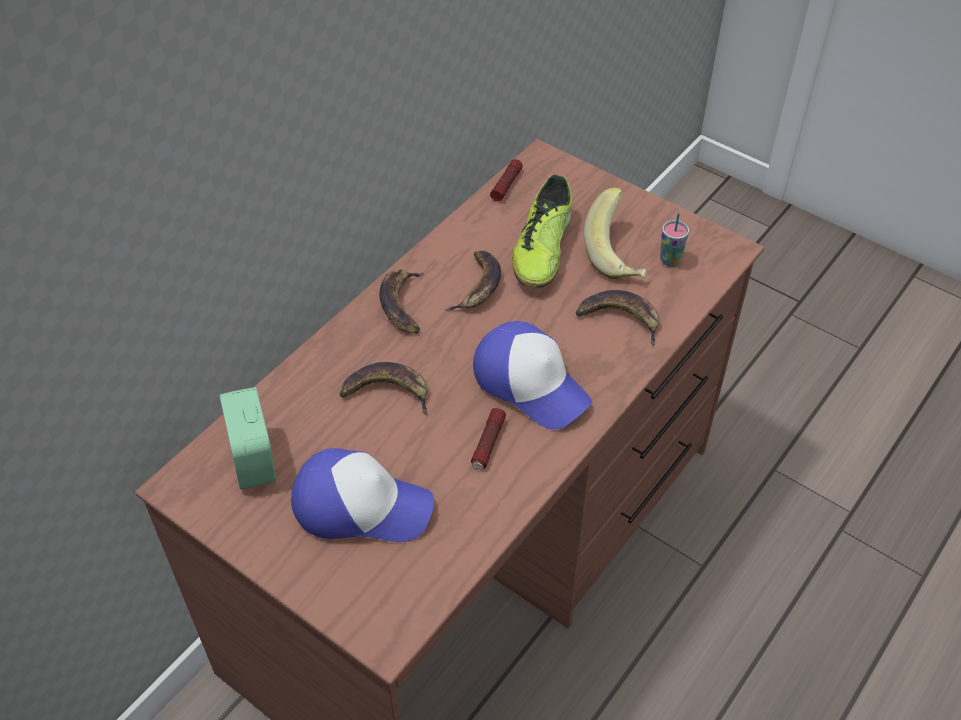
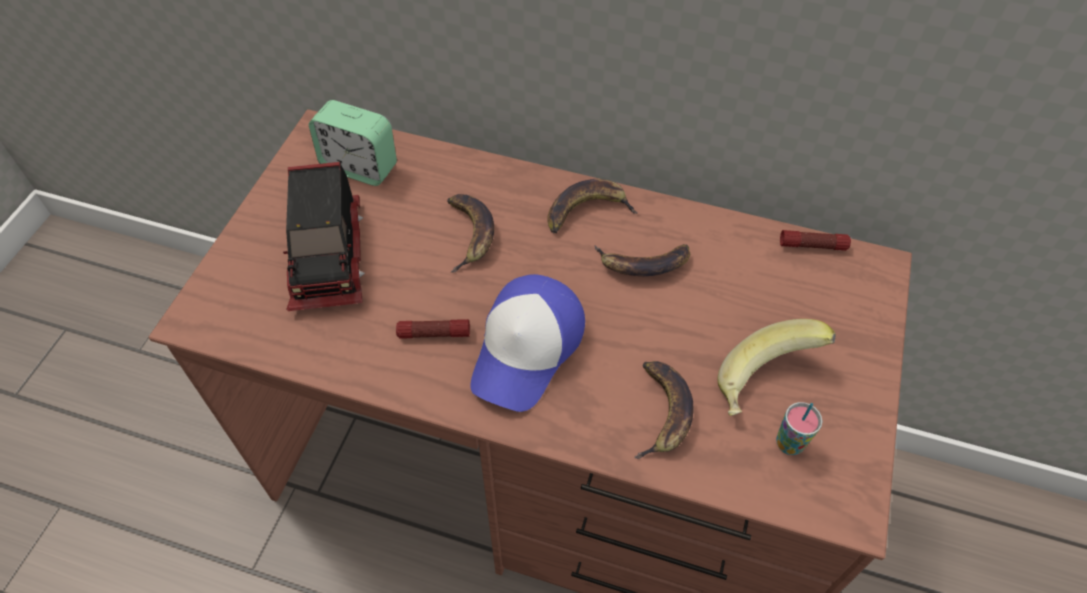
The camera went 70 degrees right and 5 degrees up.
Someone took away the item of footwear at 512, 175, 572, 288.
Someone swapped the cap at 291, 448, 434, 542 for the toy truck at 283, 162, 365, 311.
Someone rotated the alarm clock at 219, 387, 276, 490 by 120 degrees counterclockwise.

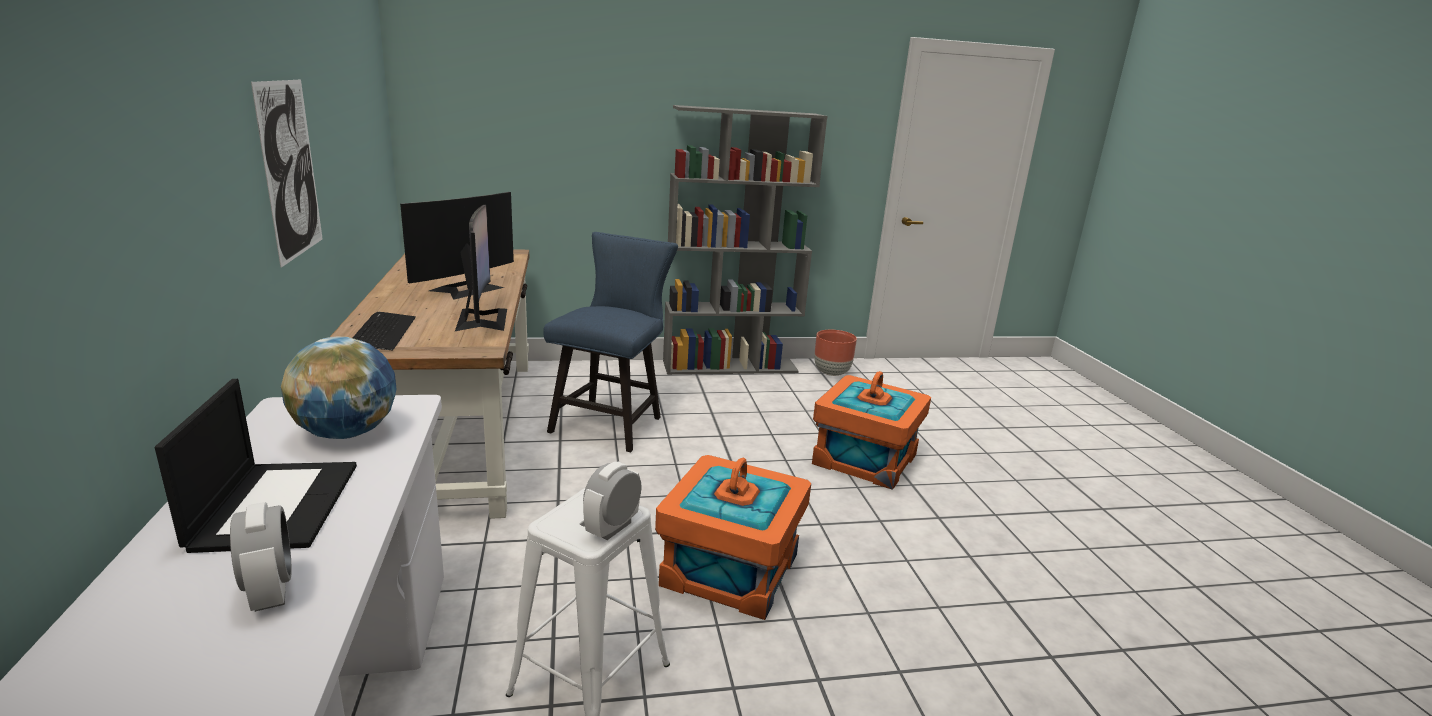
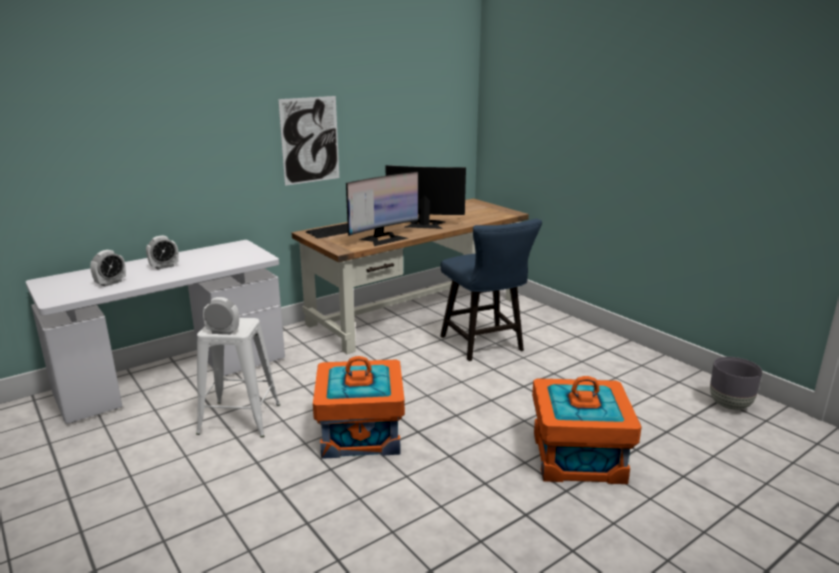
The camera went 65 degrees right and 0 degrees up.
Someone took away the world globe at 281, 336, 396, 439.
Someone took away the bookcase (gray) at 663, 105, 828, 375.
Someone swapped the notebook computer at 155, 379, 357, 553 for the alarm clock at 146, 235, 179, 270.
Someone repainted the planter (brownish) at 814, 330, 857, 376, which became the planter (gray) at 710, 357, 762, 410.
Someone rotated the upright chair (blue) at 543, 232, 678, 452 by 75 degrees clockwise.

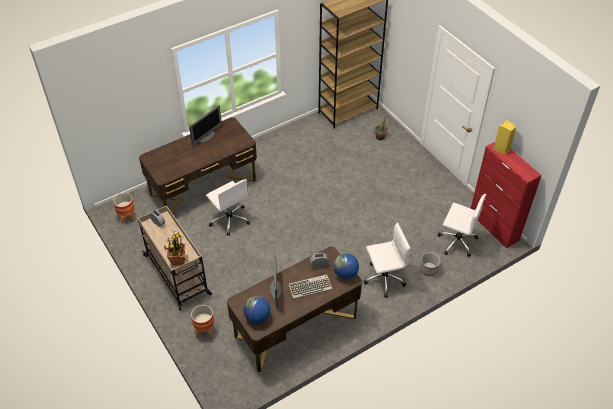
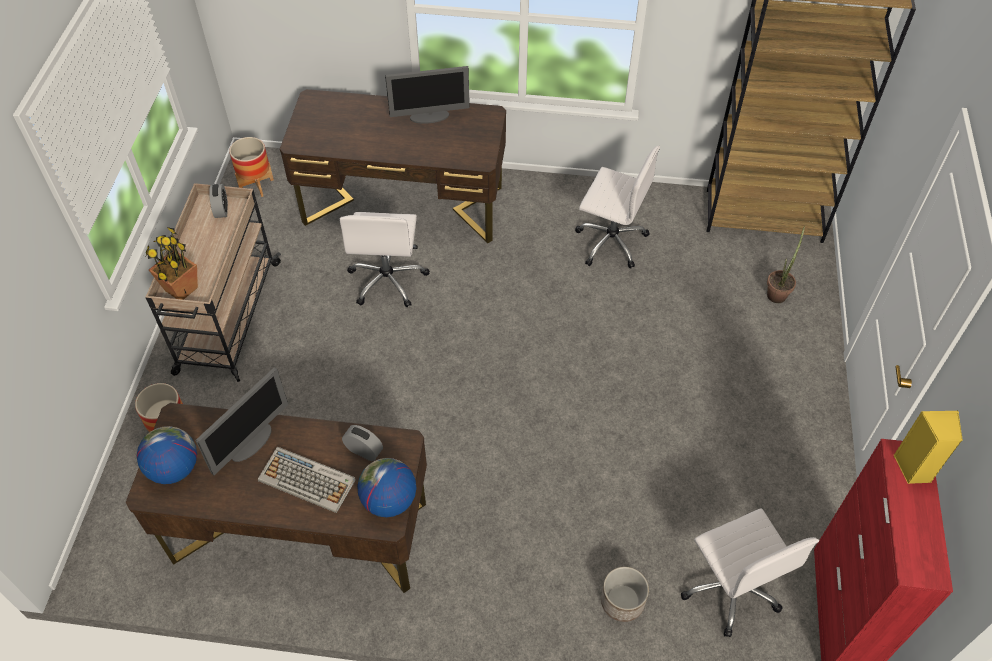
The camera went 40 degrees right and 5 degrees up.
Someone carried the office chair (whitish) from 364, 222, 410, 297 to 575, 146, 660, 269.

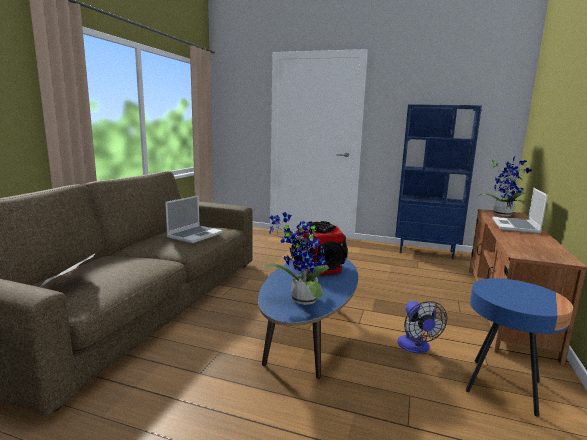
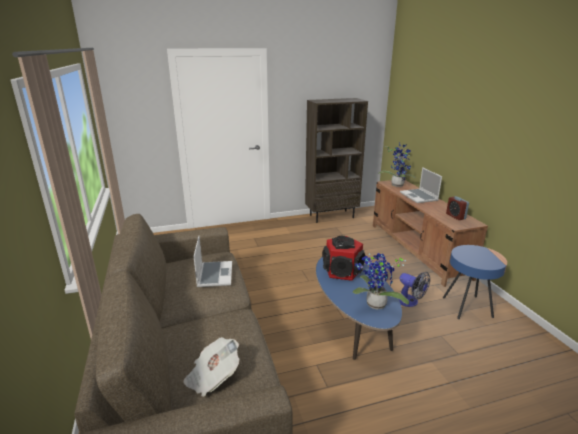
The camera went 35 degrees left and 10 degrees up.
Someone put down the alarm clock at 446, 196, 469, 220.
Someone repainted the bookcase (blue) at 395, 104, 482, 259, which became the bookcase (brownish) at 305, 98, 368, 223.

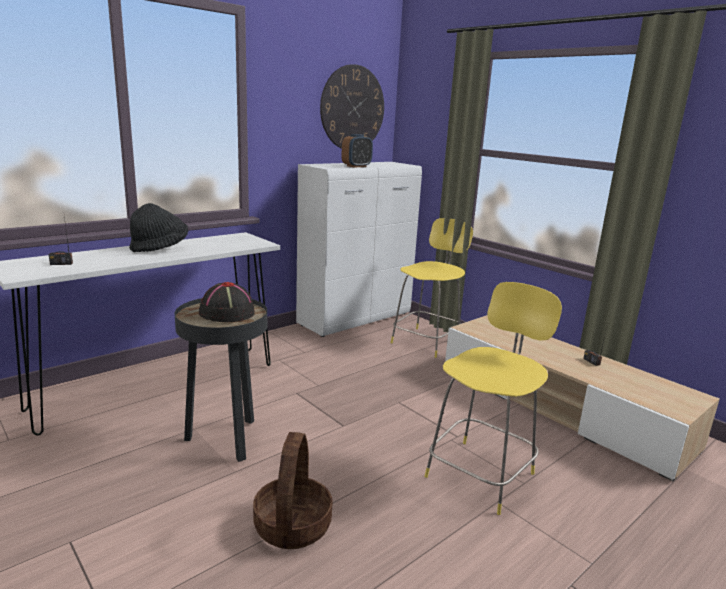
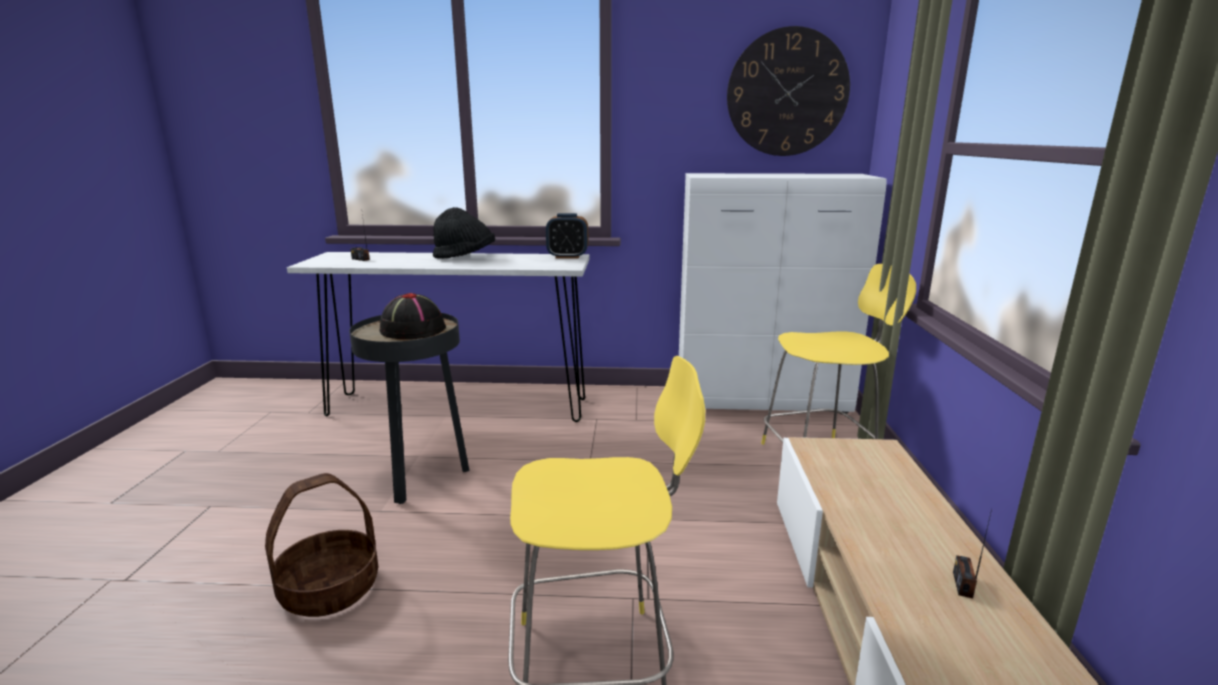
The camera went 45 degrees right and 0 degrees up.
Someone carried the alarm clock from 341, 134, 373, 167 to 546, 213, 588, 259.

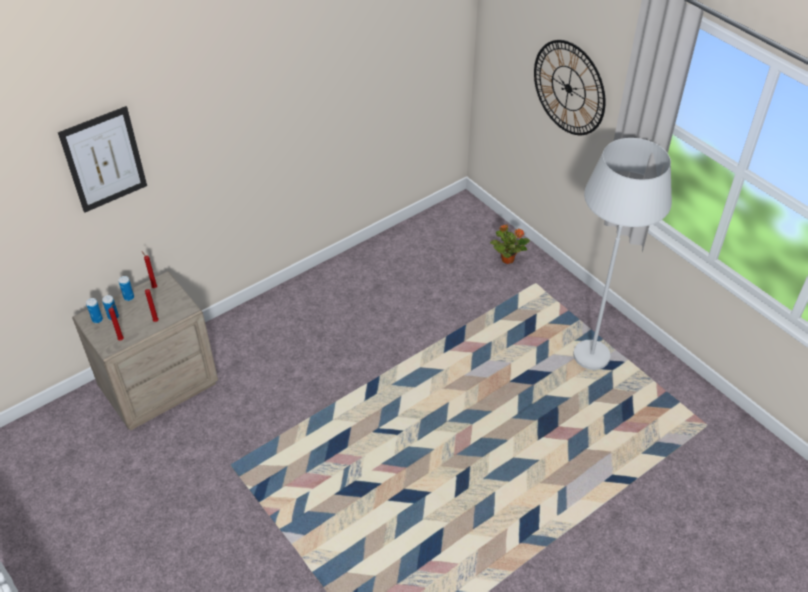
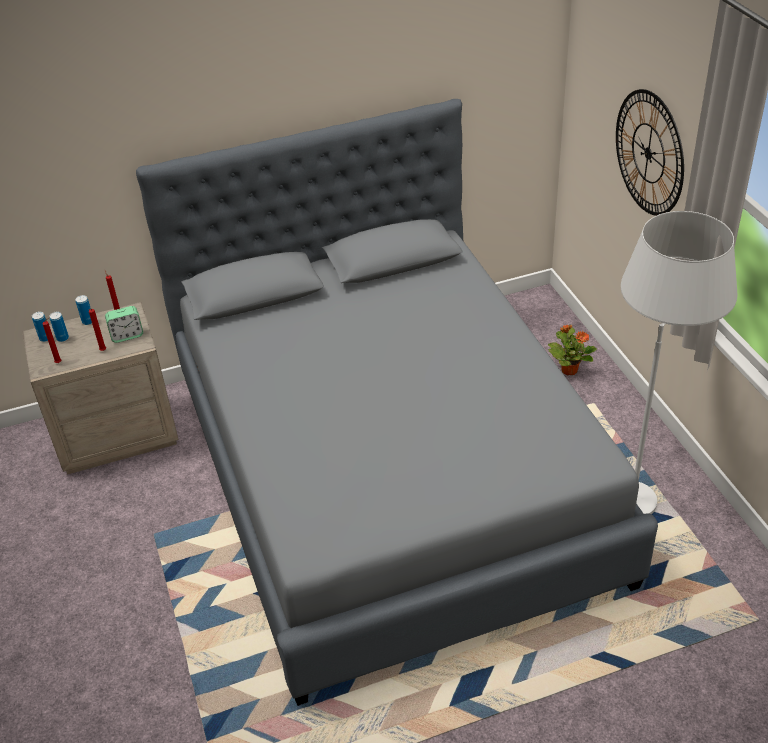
The camera went 20 degrees right and 5 degrees down.
Someone took away the wall picture at 58, 106, 147, 213.
Someone put down the alarm clock at 105, 306, 143, 343.
Someone put down the sleeping bed (gray) at 136, 99, 658, 706.

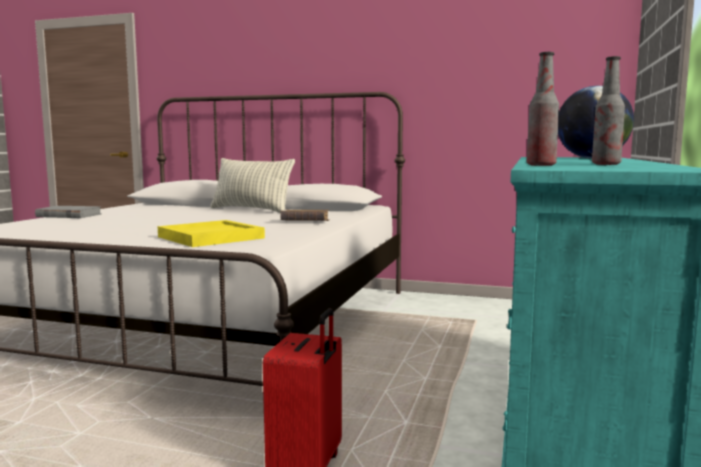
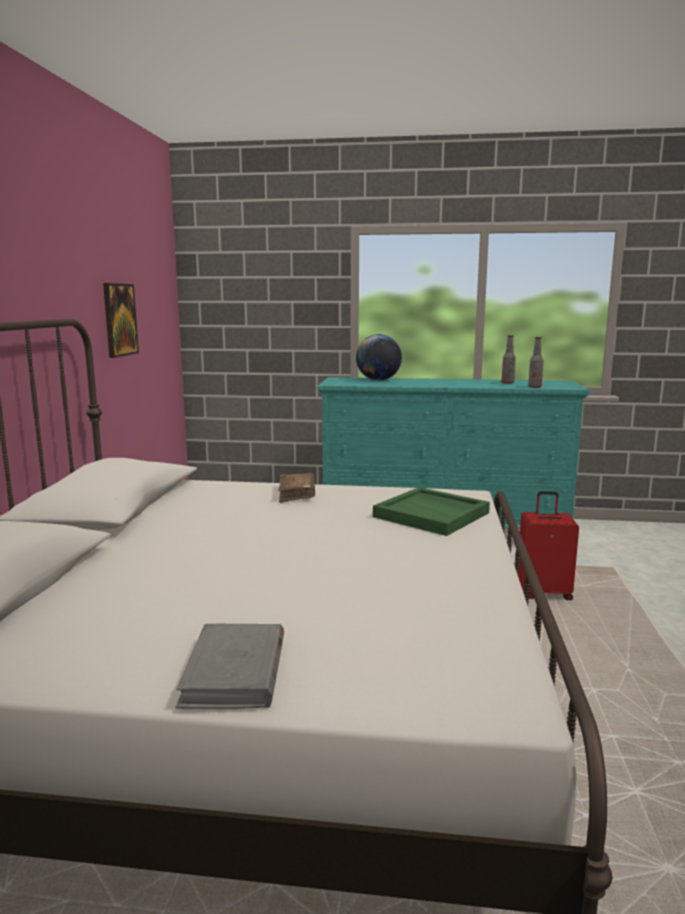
The camera went 100 degrees left and 5 degrees up.
Someone took away the pillow at 210, 158, 295, 213.
Someone put up the wall picture at 103, 283, 139, 358.
Someone repainted the serving tray (yellowish) at 158, 220, 265, 247, which became the serving tray (green) at 373, 487, 490, 536.

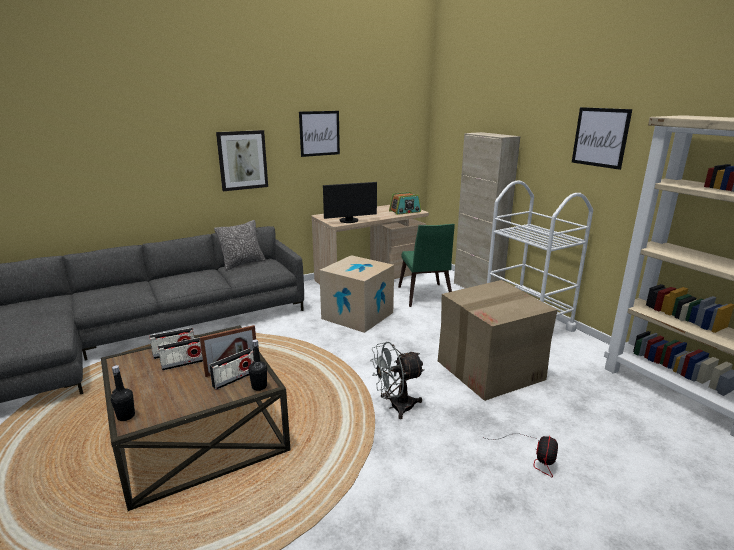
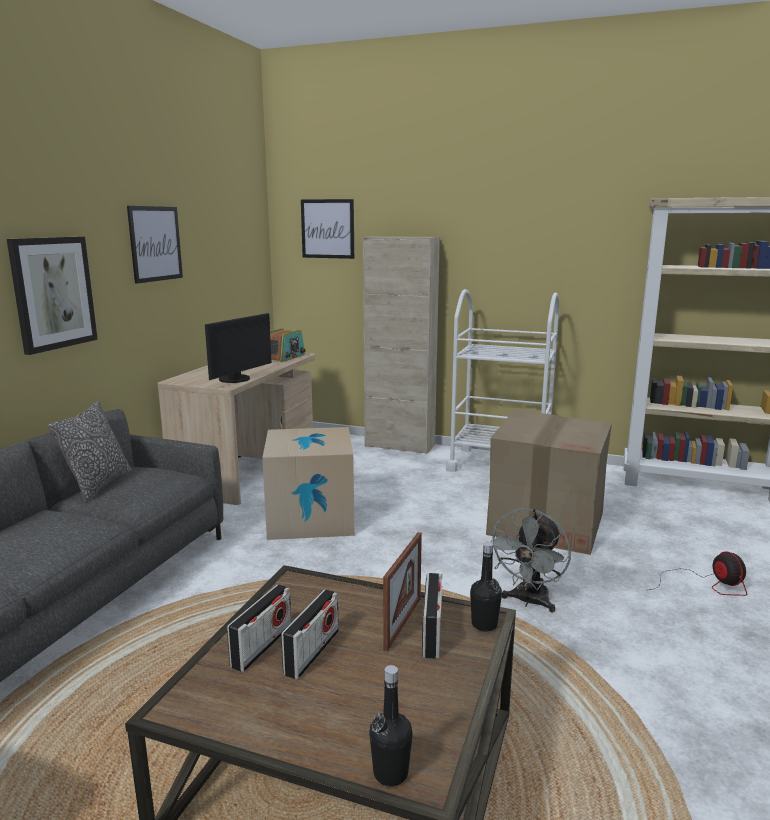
The camera went 40 degrees left and 5 degrees down.
Someone took away the upright chair (green) at 398, 224, 455, 307.
Someone carried the wall picture from 572, 107, 632, 170 to 301, 199, 354, 259.

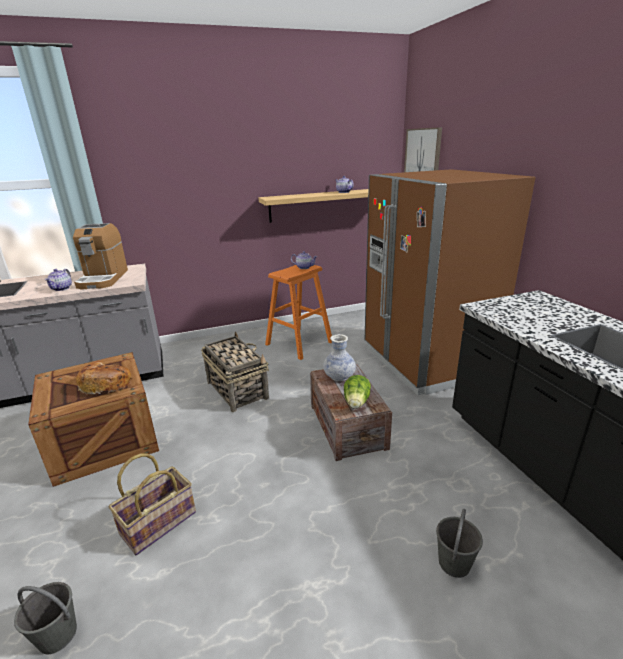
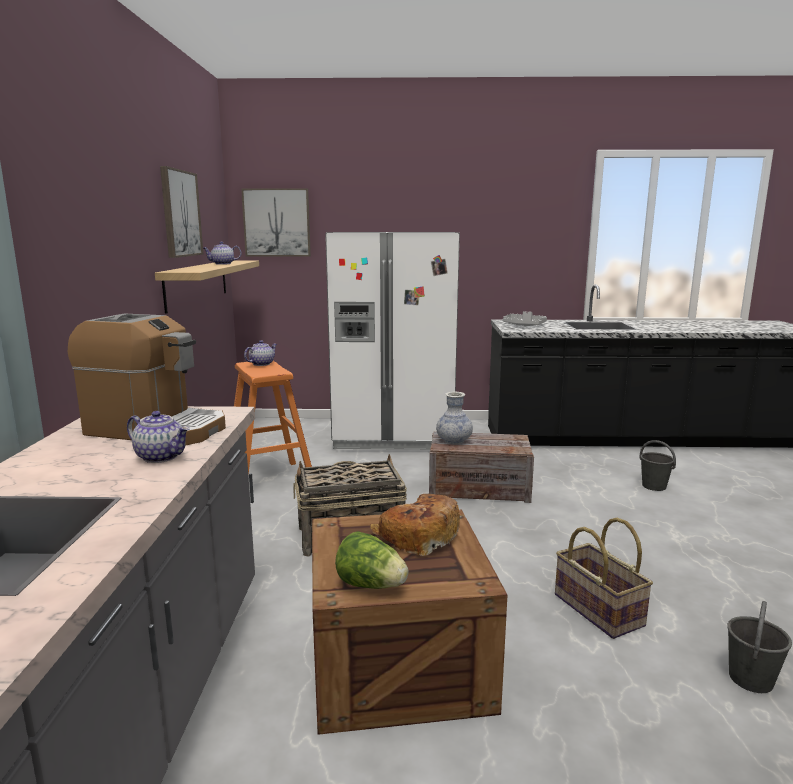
The camera went 70 degrees left and 10 degrees down.
Someone put up the wall picture at 160, 166, 203, 258.
Someone put down the serving tray (gray) at 503, 311, 547, 326.
Someone carried the lettuce from 344, 375, 371, 408 to 335, 531, 409, 589.
Someone repainted the kitchen fridge (brownish) at 365, 169, 536, 395, which became the kitchen fridge (whitish) at 325, 232, 460, 450.

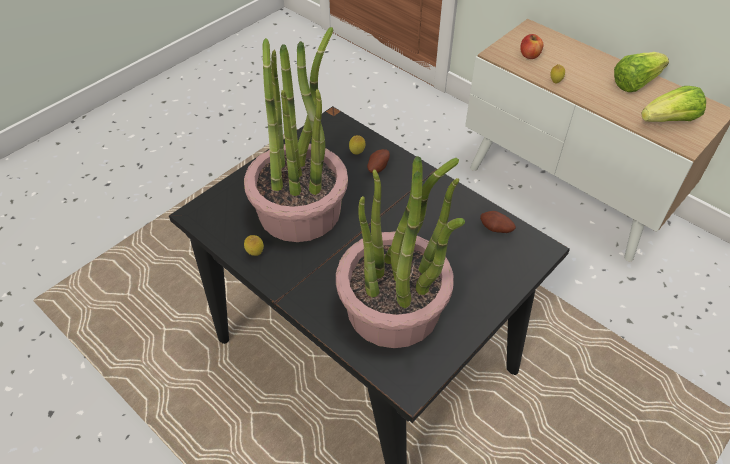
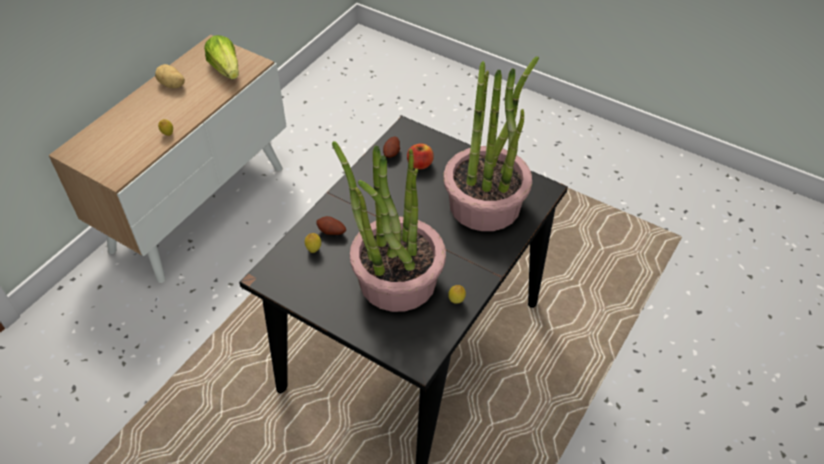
The camera went 100 degrees left and 0 degrees up.
Someone carried the apple from 520, 34, 543, 59 to 407, 144, 434, 169.
Someone swapped the lettuce at 614, 52, 669, 92 for the potato at 155, 64, 185, 88.

